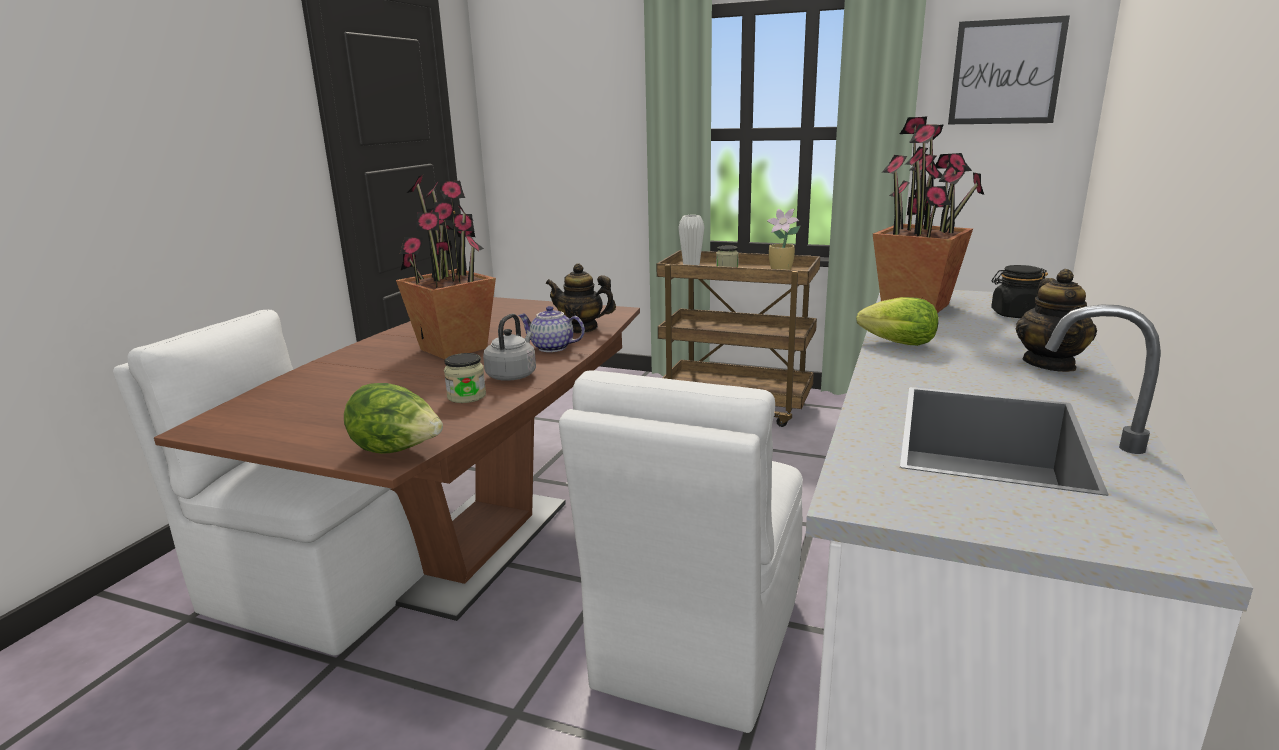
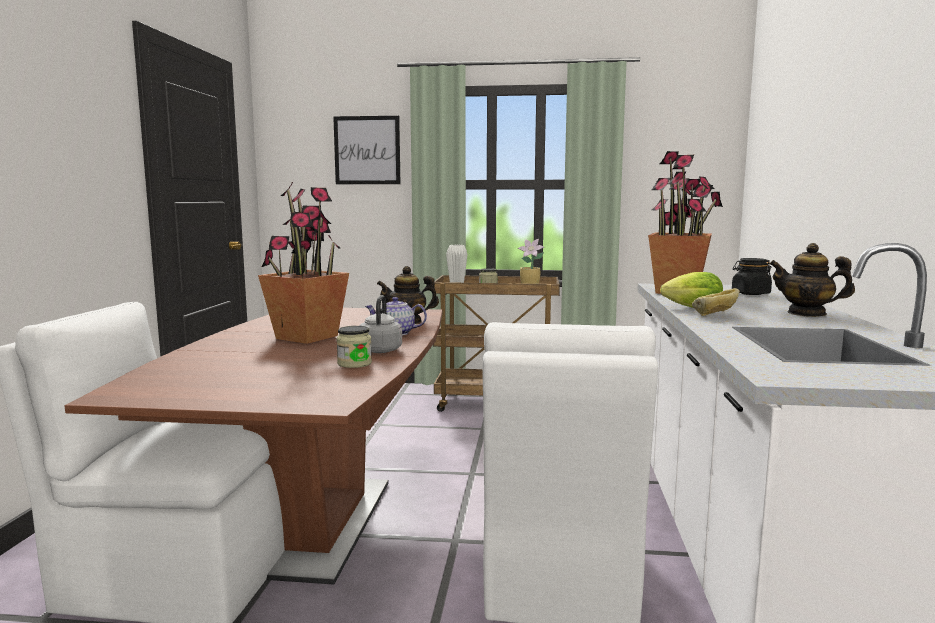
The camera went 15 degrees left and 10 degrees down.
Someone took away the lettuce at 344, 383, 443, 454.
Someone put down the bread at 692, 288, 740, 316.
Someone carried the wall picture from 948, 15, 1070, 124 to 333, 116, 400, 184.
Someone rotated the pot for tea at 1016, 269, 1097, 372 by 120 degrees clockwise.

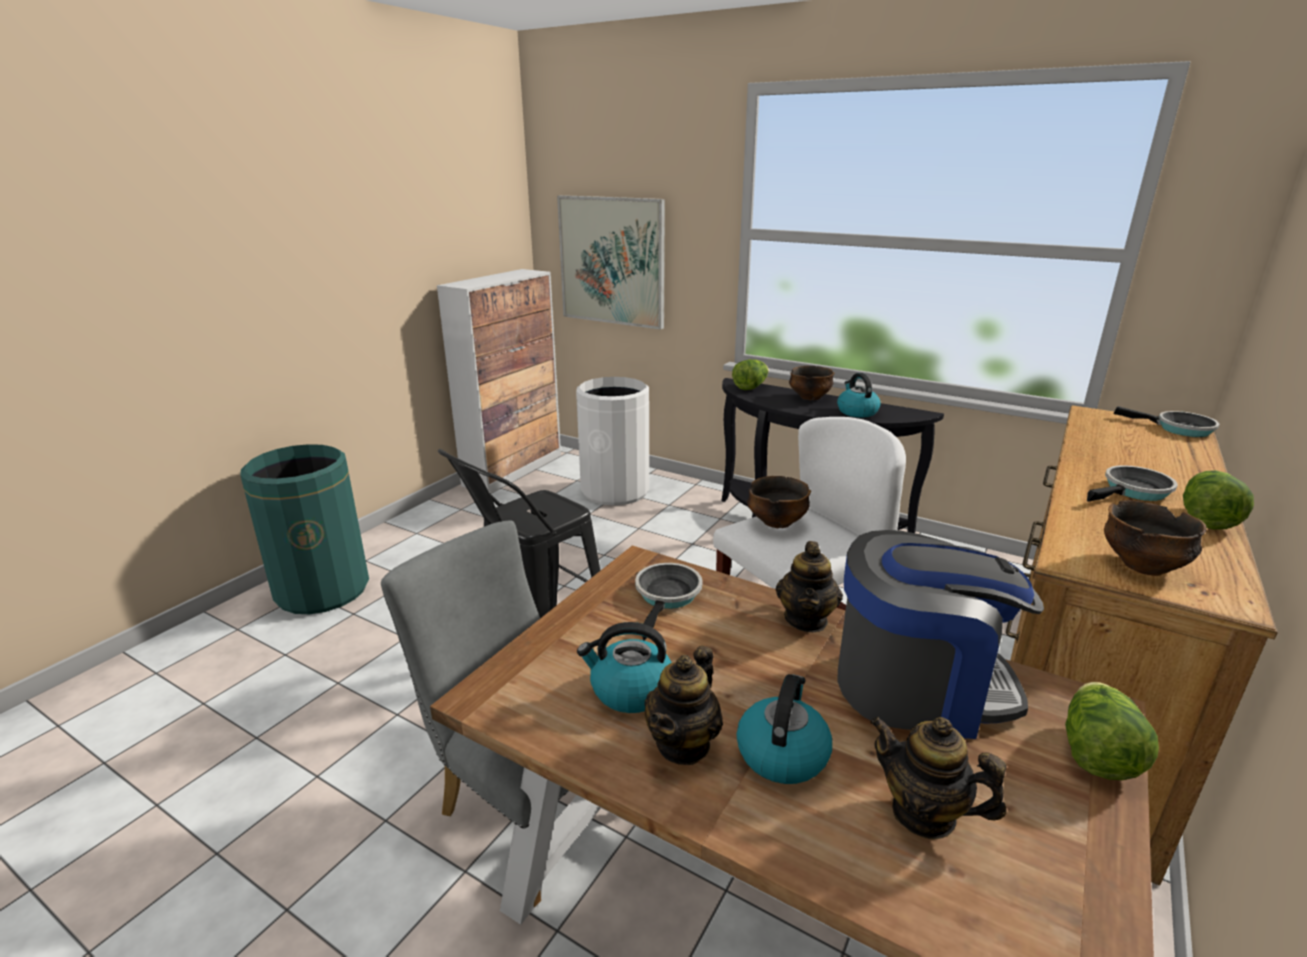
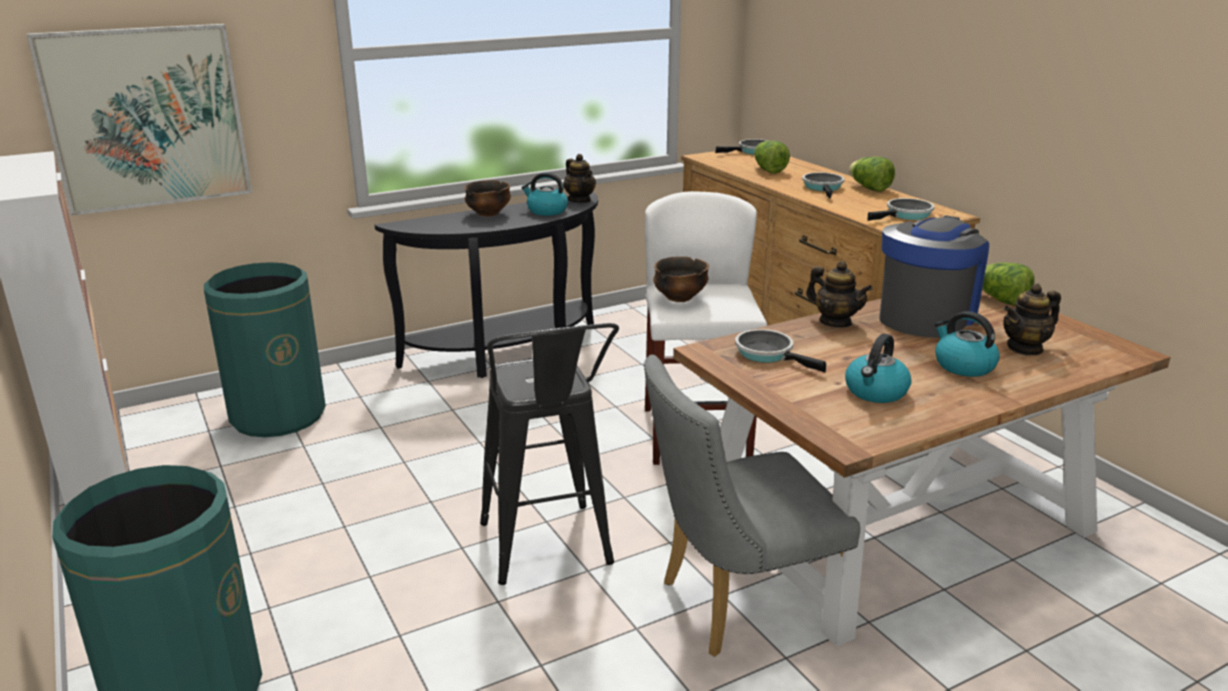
The camera went 60 degrees left and 0 degrees up.
Someone carried the pot for tea from 644, 646, 723, 765 to 563, 154, 596, 203.
Someone carried the lettuce from 732, 359, 769, 390 to 754, 141, 790, 173.
Someone swapped the serving bowl at 1104, 500, 1207, 576 for the pan at 867, 198, 935, 221.
Someone repainted the rubbish bin (whitish) at 576, 377, 649, 506, which became the rubbish bin (green) at 204, 262, 326, 437.

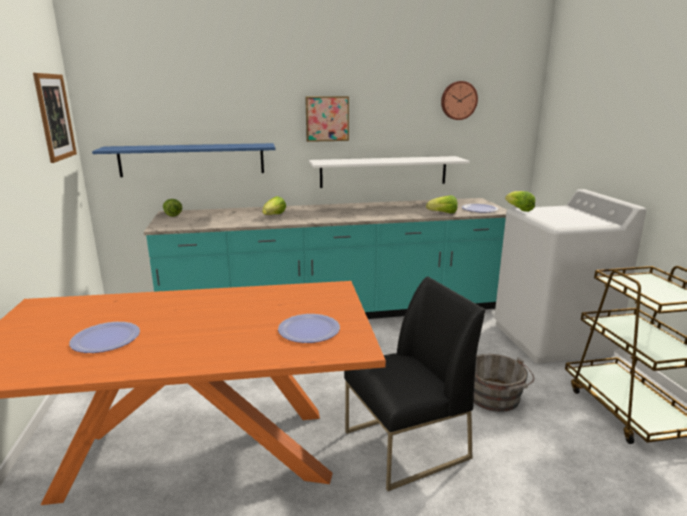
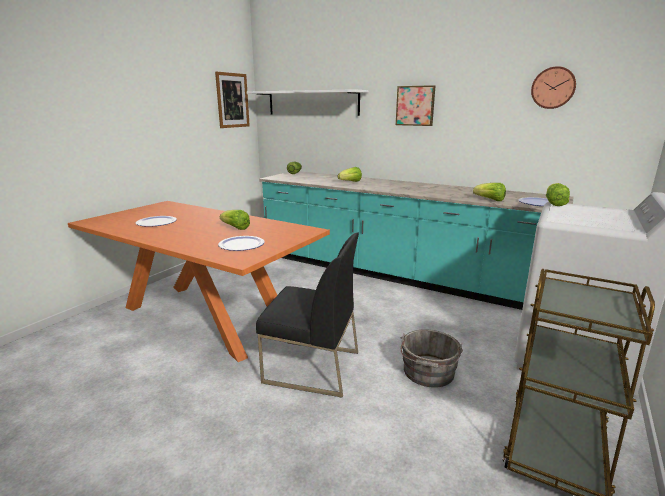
The camera went 40 degrees right and 0 degrees up.
Someone took away the shelf (blue) at 92, 143, 275, 177.
Someone put down the lettuce at 220, 210, 250, 230.
Someone carried the shelf (whitish) from 309, 156, 470, 188 to 247, 89, 368, 116.

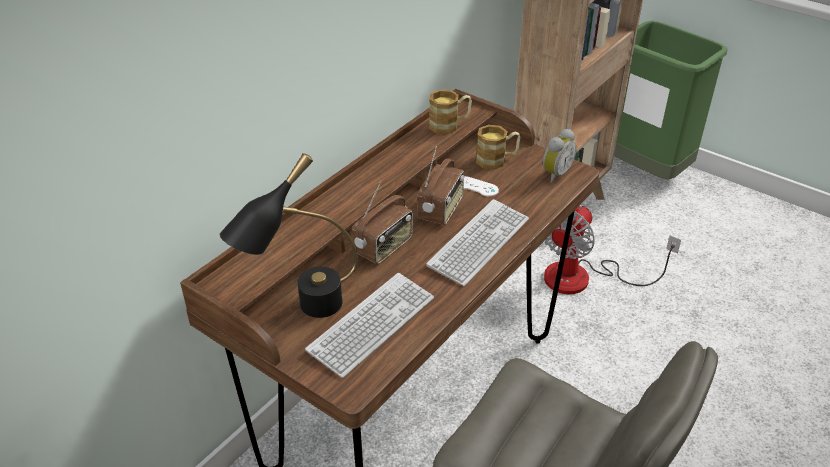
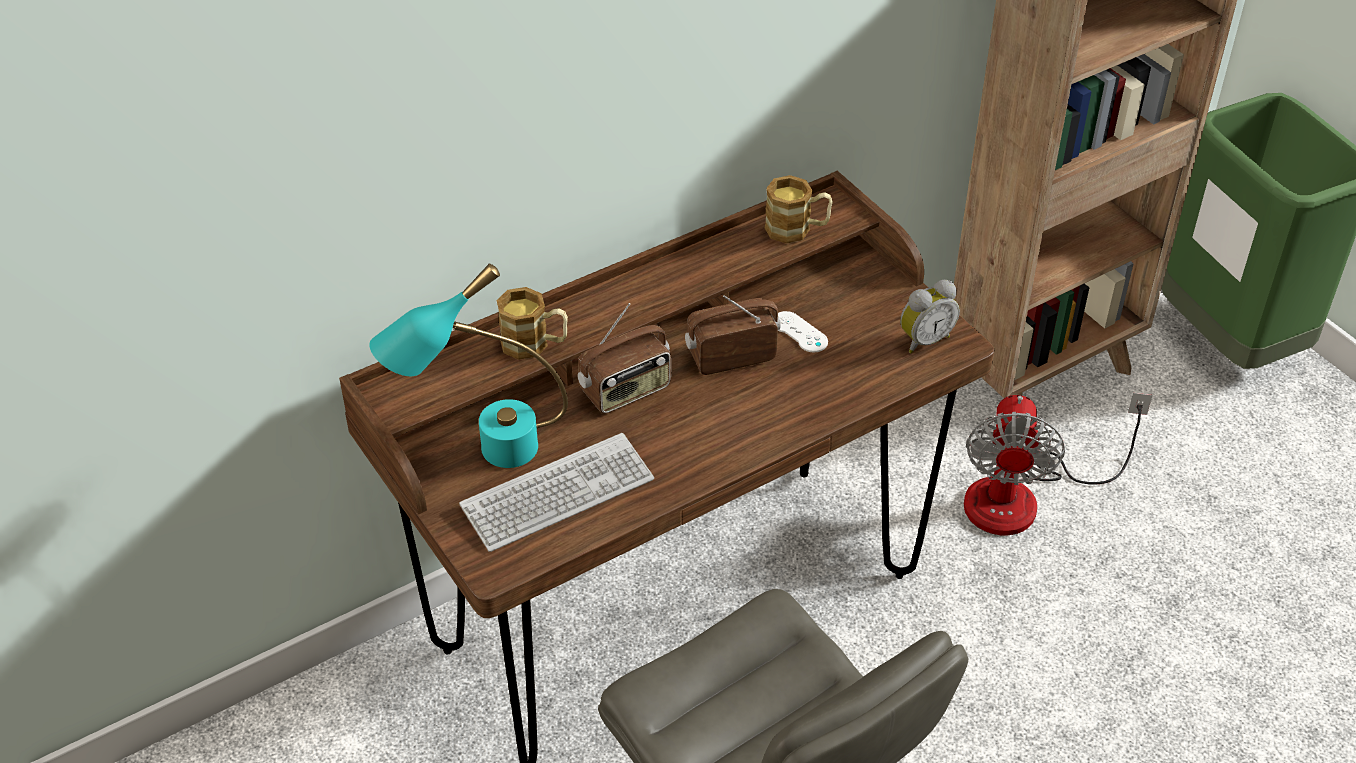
The camera went 20 degrees right and 5 degrees up.
Someone took away the computer keyboard at 426, 199, 529, 286.
Someone carried the tea mug from 476, 125, 521, 170 to 497, 287, 568, 360.
Someone repainted the table lamp (black-coloured) at 220, 153, 358, 318, which became the table lamp (blue-green) at 369, 264, 568, 468.
Someone rotated the radio receiver at 417, 146, 464, 225 by 150 degrees counterclockwise.
Someone rotated the fan at 544, 205, 681, 294 by 45 degrees counterclockwise.

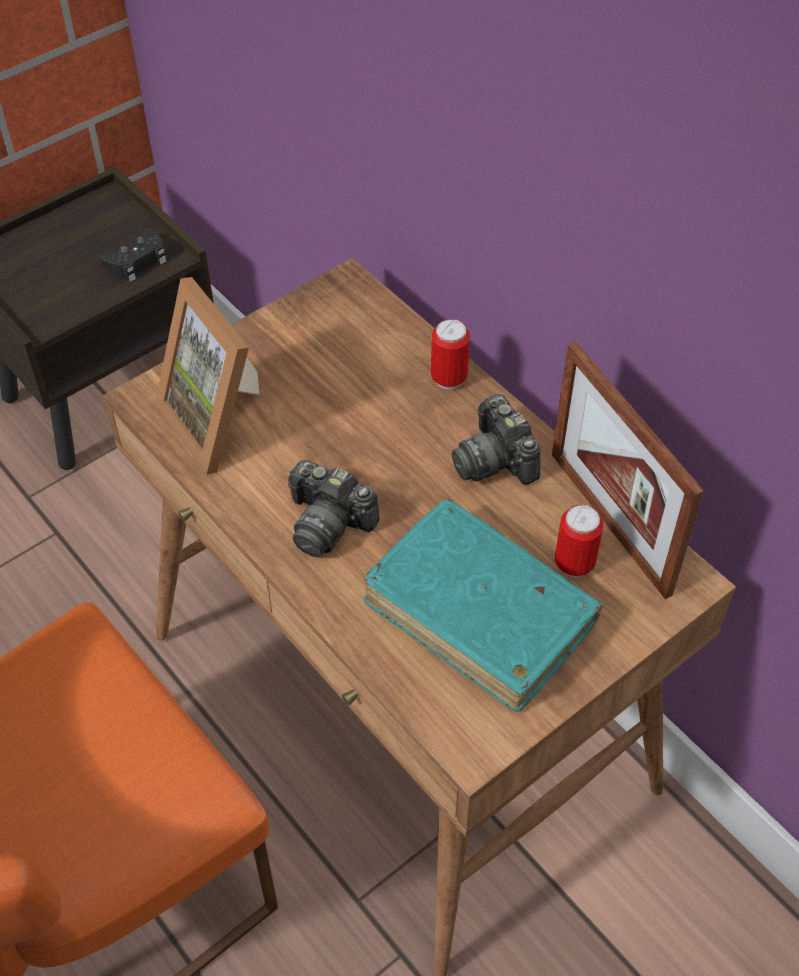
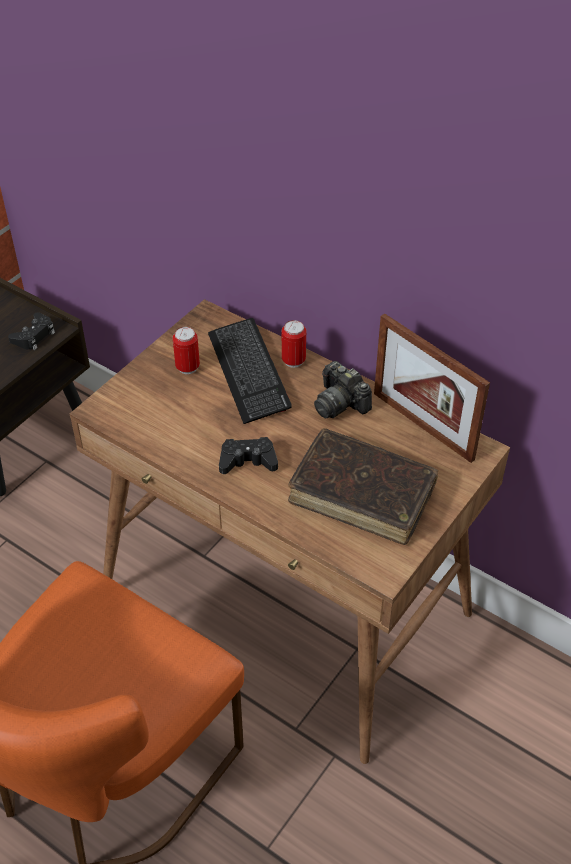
The camera went 15 degrees left and 5 degrees down.
Someone took away the photo frame at 155, 277, 259, 475.
Someone put down the computer keyboard at 208, 318, 292, 424.
Someone carried the can from 555, 504, 603, 577 to 172, 327, 200, 374.
Someone swapped the photo camera at 288, 460, 380, 557 for the game controller (black-coloured) at 219, 437, 278, 474.
Someone repainted the book (blue-green) at 363, 498, 602, 712, which became the book (brownish) at 288, 428, 439, 545.

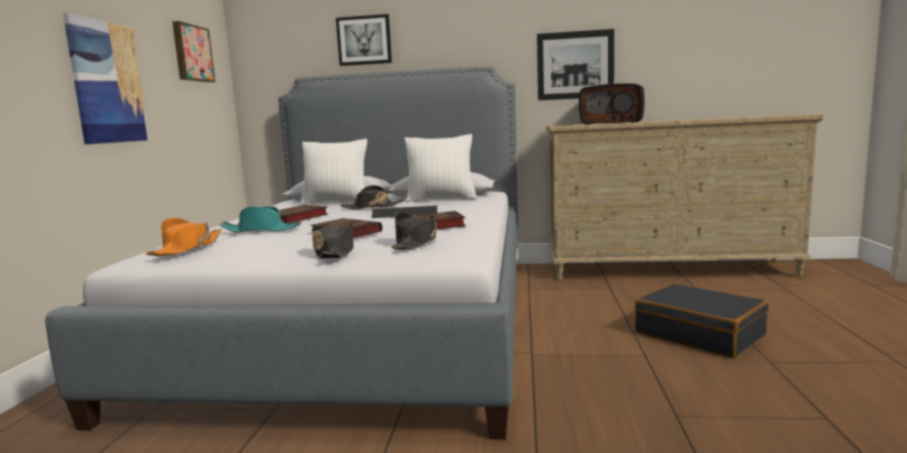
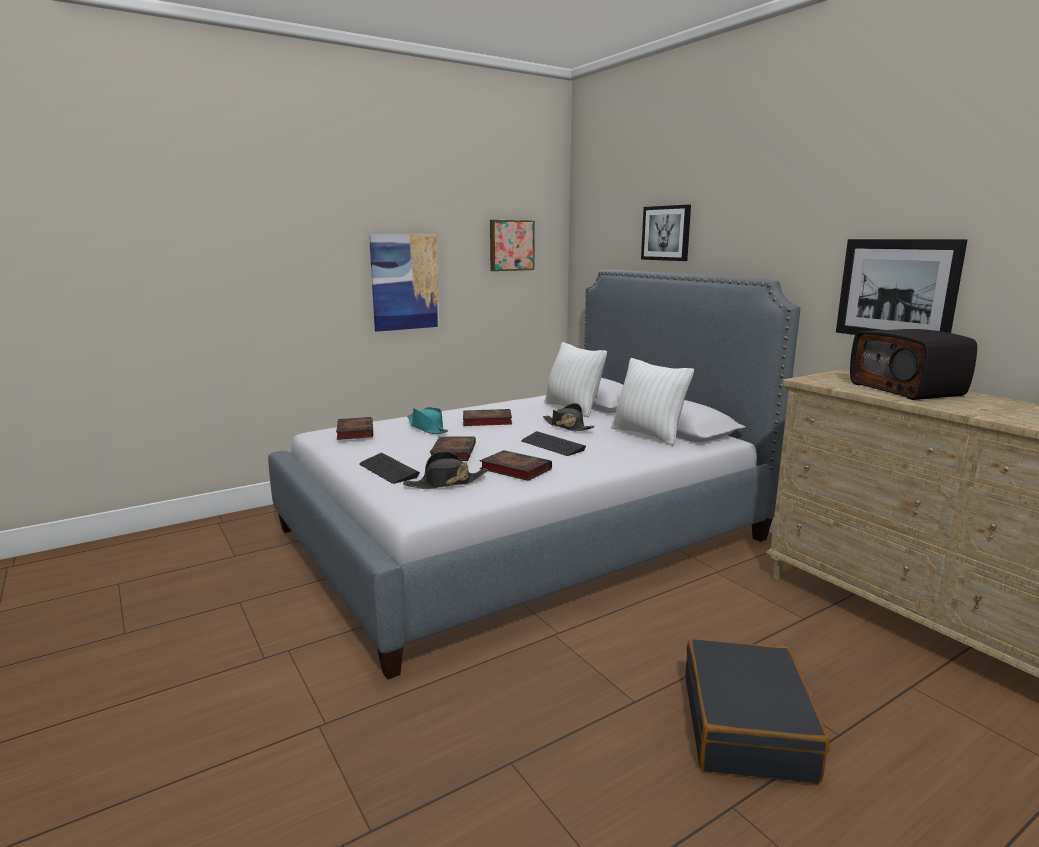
The camera went 50 degrees right and 5 degrees up.
Someone swapped the wearable hat (orangey) at 146, 218, 222, 256 for the book at 336, 417, 373, 440.
Someone swapped the wearable hat (black-coloured) at 312, 219, 354, 259 for the computer keyboard at 359, 453, 420, 484.

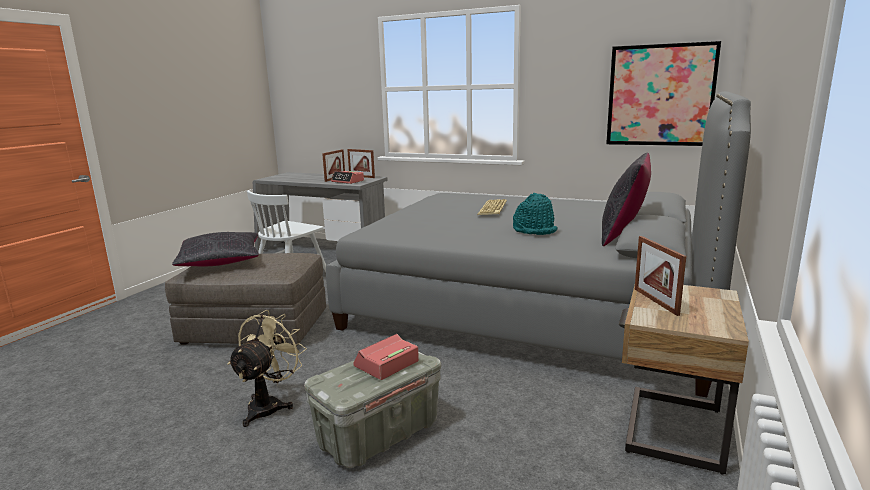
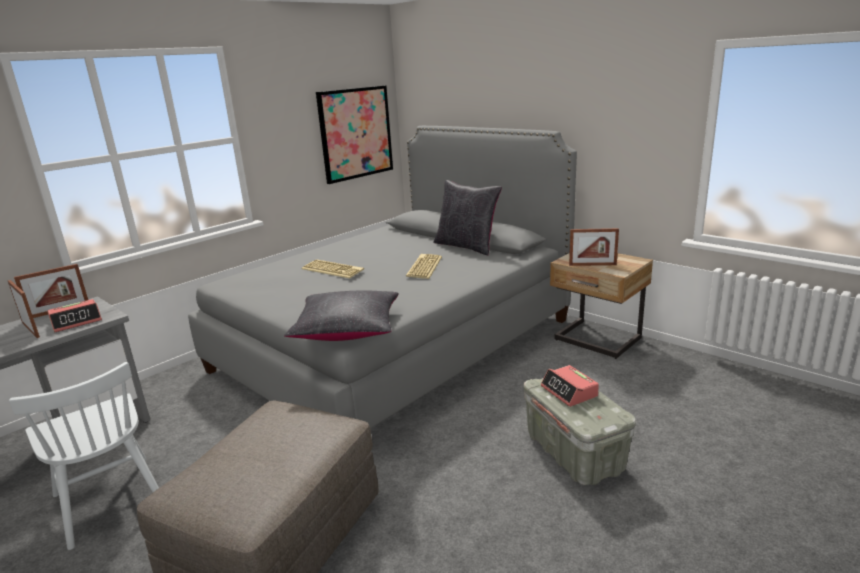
The camera went 70 degrees left and 5 degrees up.
Someone took away the fan (beige) at 227, 310, 307, 427.
Someone carried the pillow (black-coloured) from 172, 232, 259, 266 to 284, 290, 399, 341.
Someone swapped the wearable hat (blue-green) at 513, 193, 558, 235 for the computer keyboard at 406, 254, 442, 279.

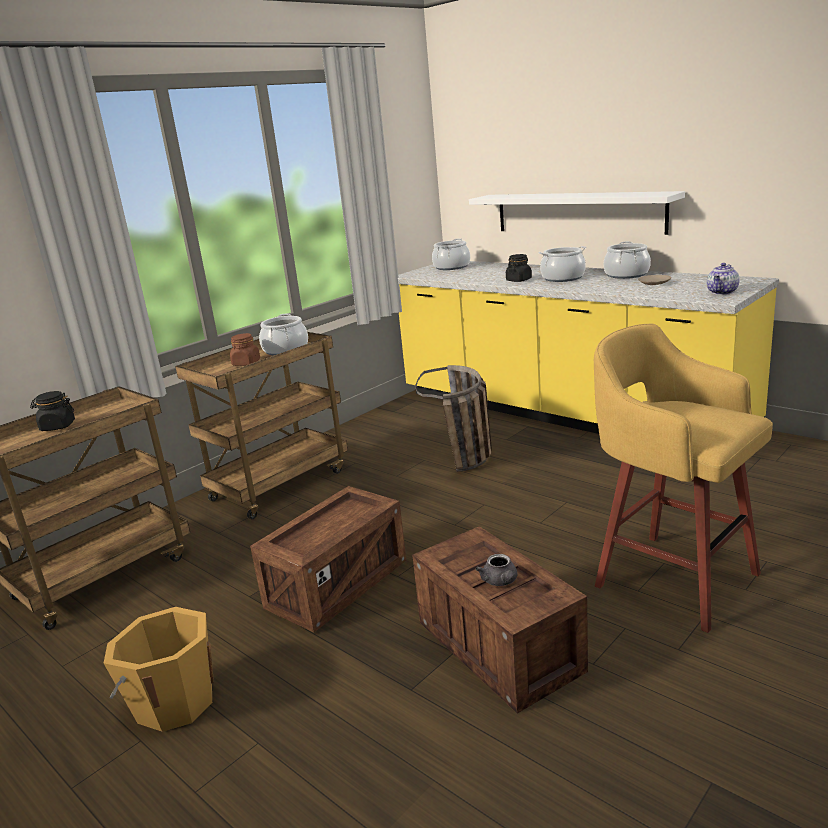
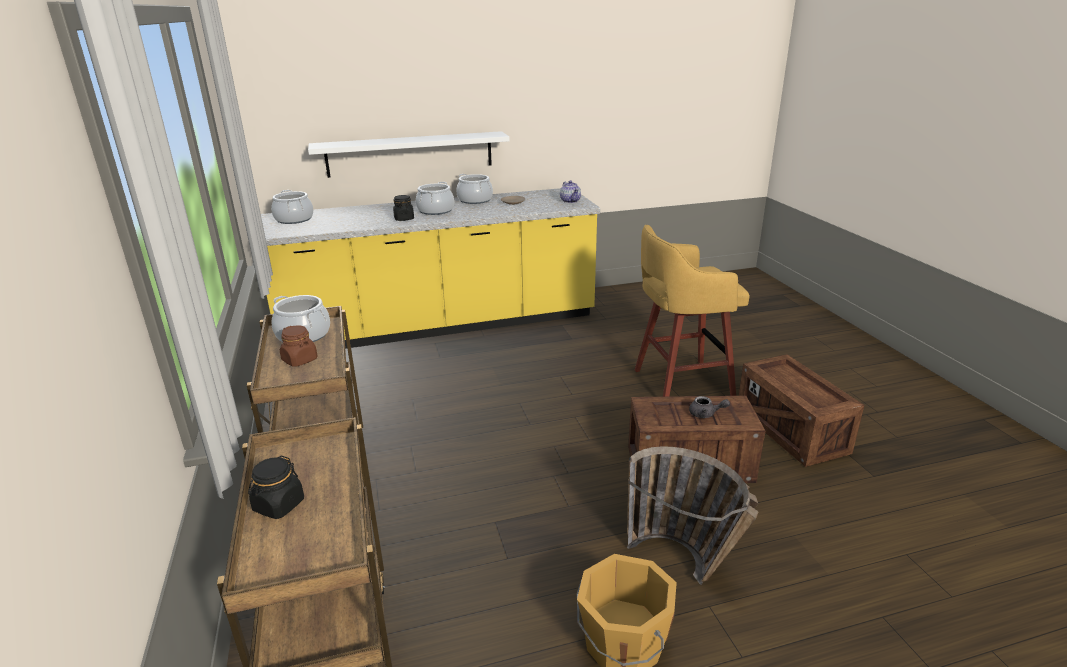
The camera went 60 degrees left and 5 degrees up.
Someone carried the crate from 250, 486, 406, 633 to 739, 354, 864, 467.
Someone carried the storage basket from 415, 365, 492, 472 to 627, 446, 759, 585.

